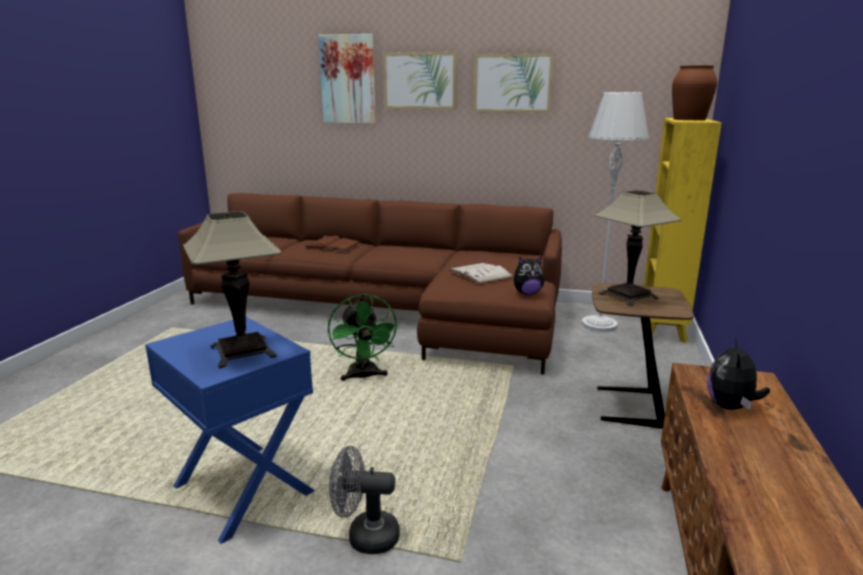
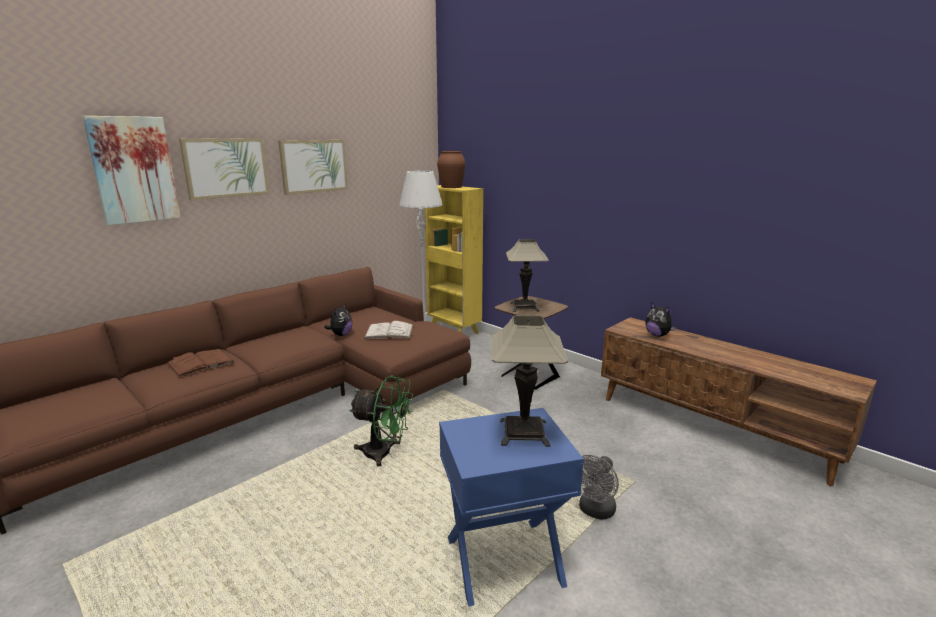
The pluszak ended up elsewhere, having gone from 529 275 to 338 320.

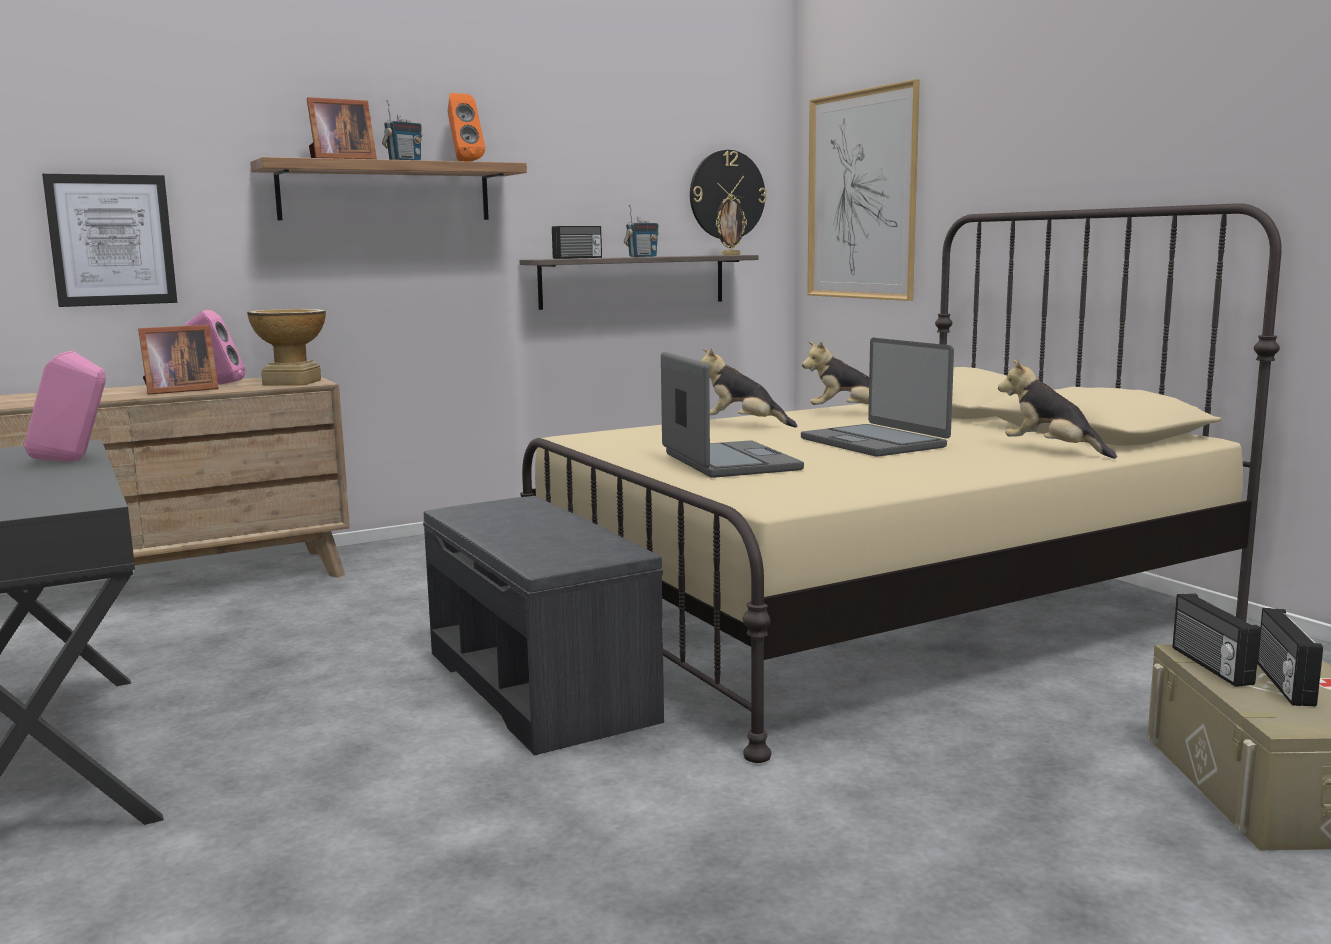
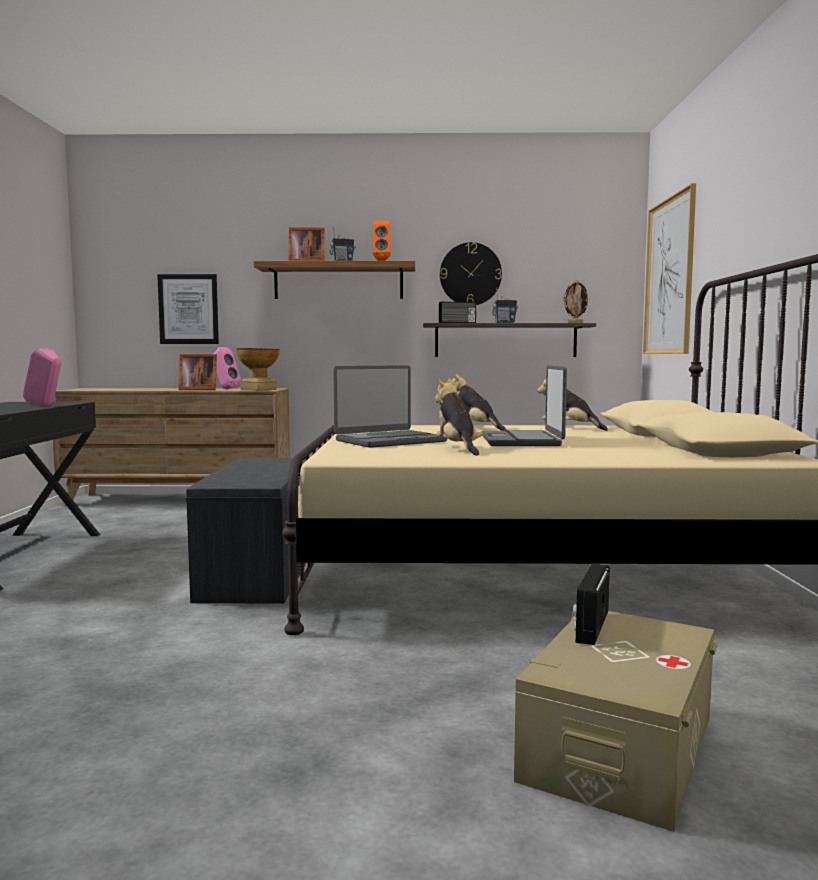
The zegar ścienny ended up elsewhere, having gone from 728 194 to 471 273. The laptop at 732 415 ended up facing another way, 45 degrees clockwise from before. The pluszak ended up elsewhere, having gone from 1057 409 to 459 416. The second view lost the radio at 1290 657.

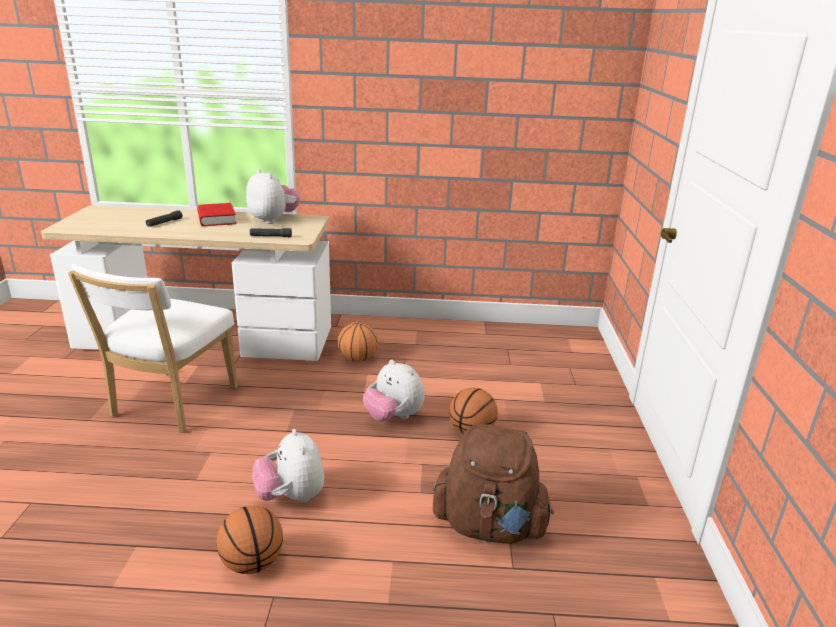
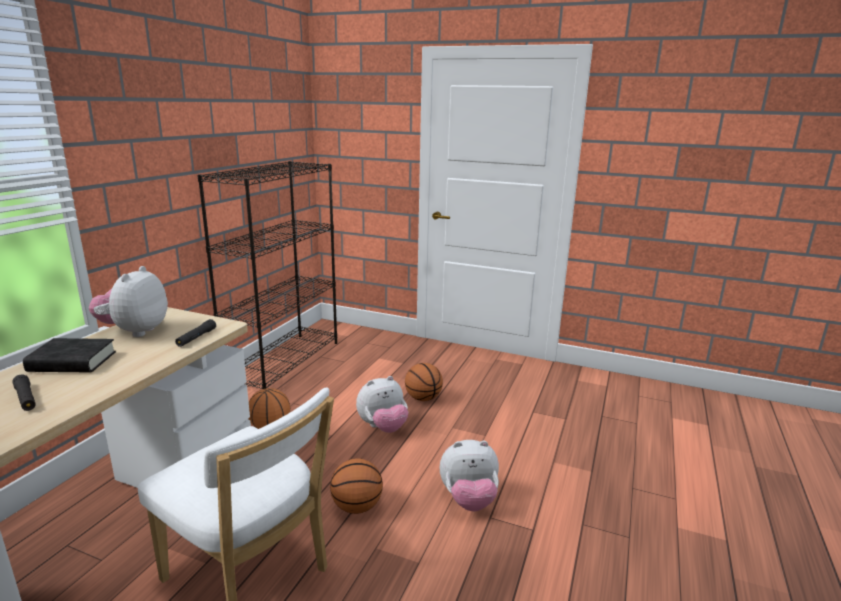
The pluszak at 273 196 ended up facing another way, 60 degrees counterclockwise from before. What was the książka [czerwony] at 217 214 turned into the książka [czarny] at 69 355. The second view lost the plecak [brązowy] at 493 484. The piłka do koszykówki ended up elsewhere, having gone from 249 540 to 356 486. The second view gained the regał [czarny] at 267 275.

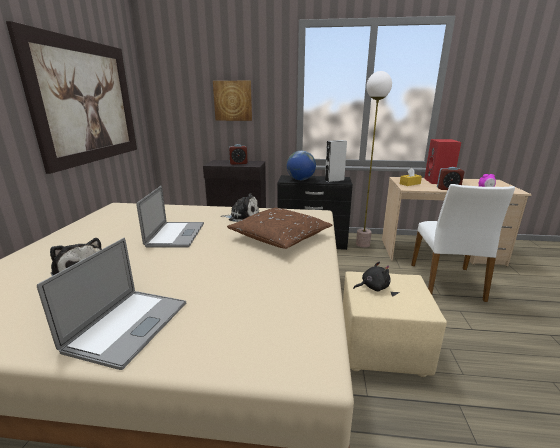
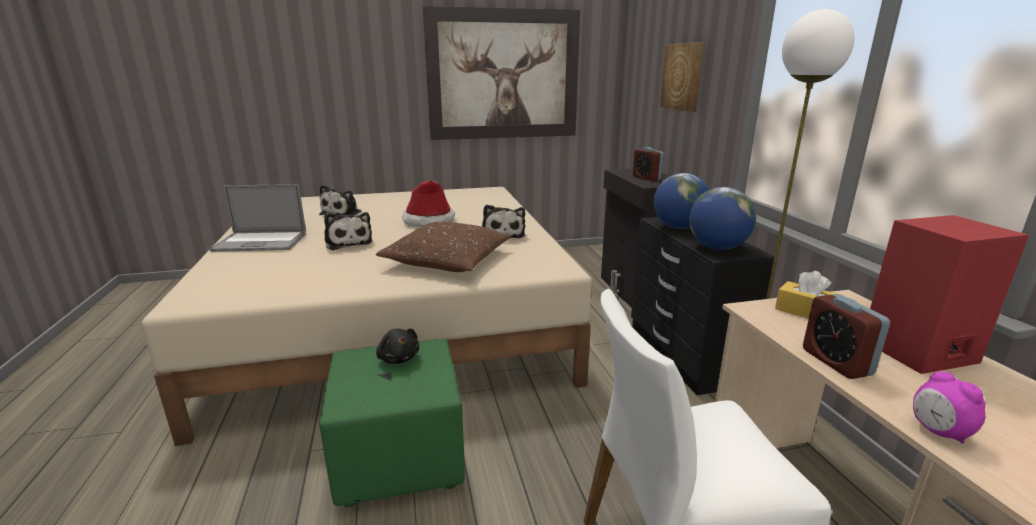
Where the głośnik [szary] stood at 336 161, the globus came to stand at 722 218. Where the laptop stood at 170 217, the kapelusz came to stand at 428 203. What was the pufa [beżowy] at 395 324 turned into the pufa [zielony] at 392 423. The second view gained the pluszak at 348 231.

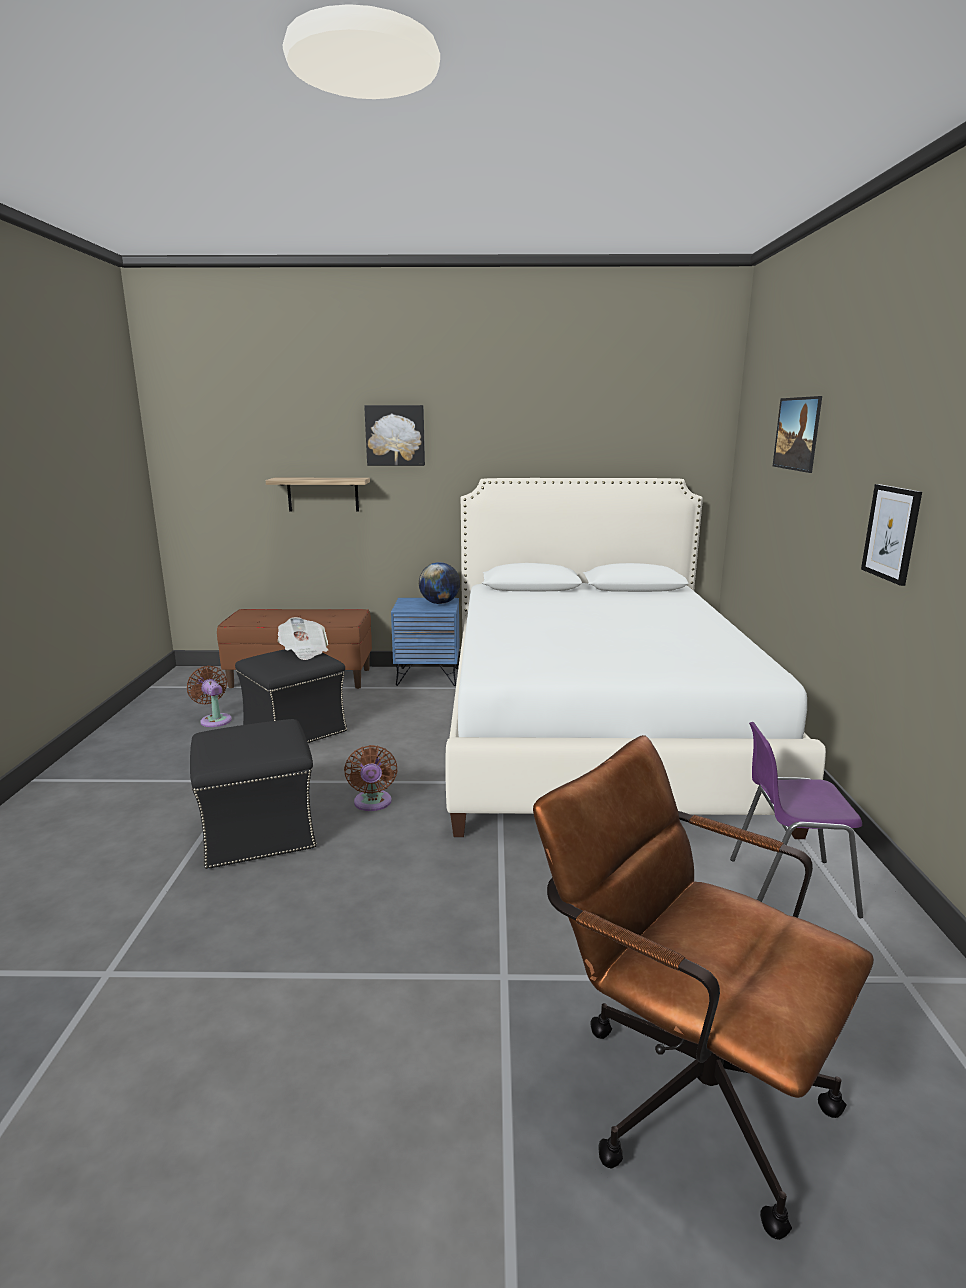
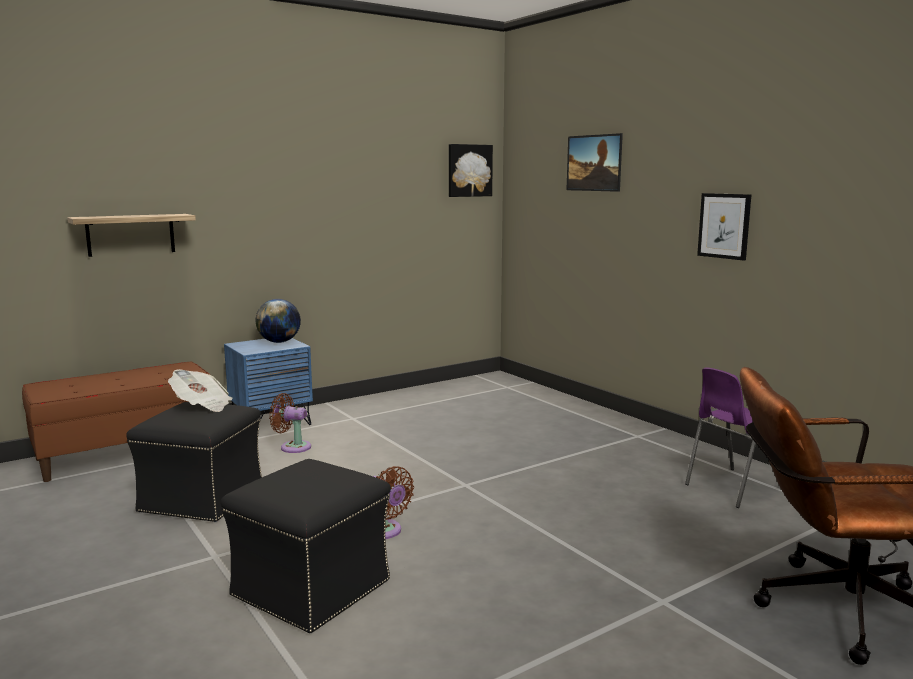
The obraz ended up elsewhere, having gone from 394 435 to 471 170. The second view lost the łóżko [biały] at 635 658. The wentylator [brązowy] ended up elsewhere, having gone from 209 696 to 290 423.

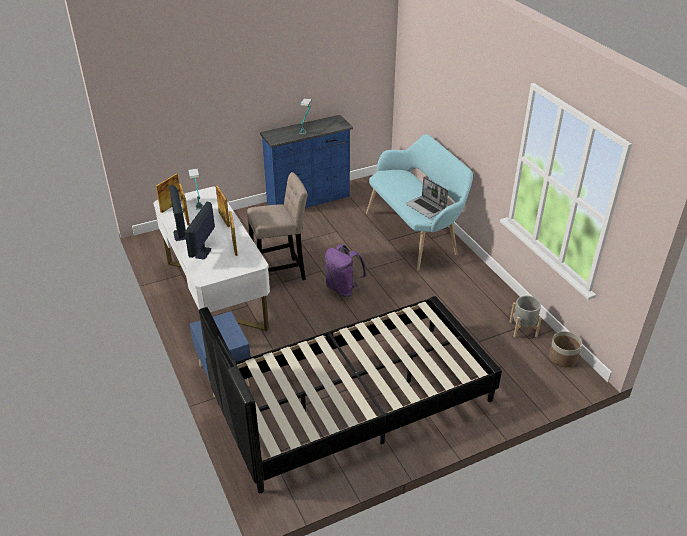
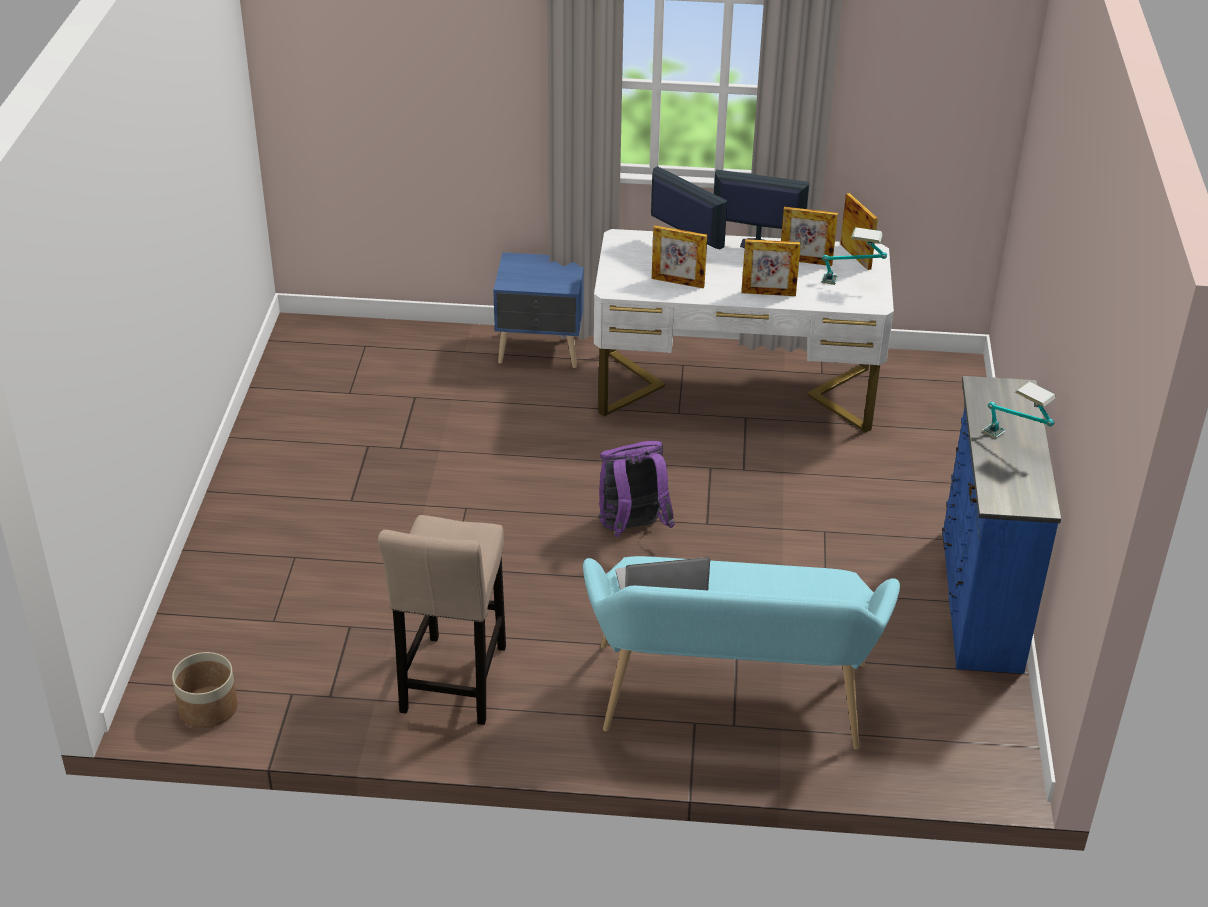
The stołek [beżowy] ended up elsewhere, having gone from 277 226 to 442 620. The second view lost the łóżko [czarny] at 350 394. The second view lost the donica [szary] at 526 316.

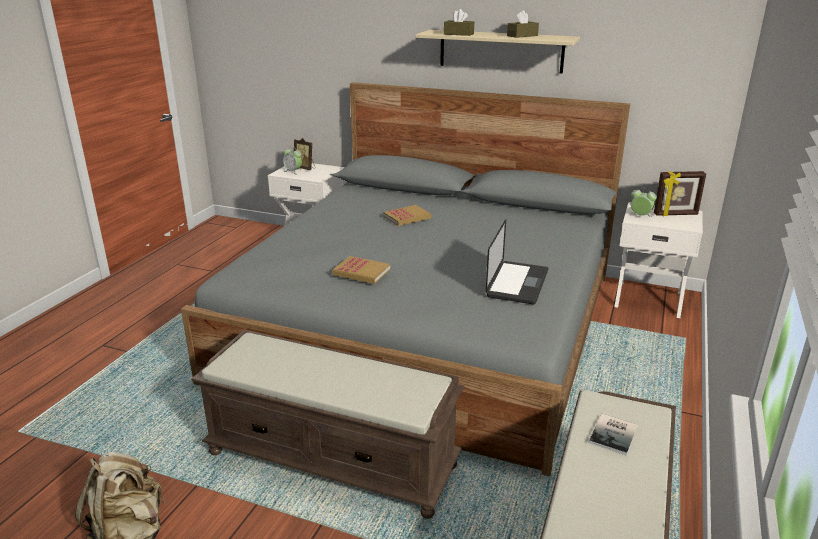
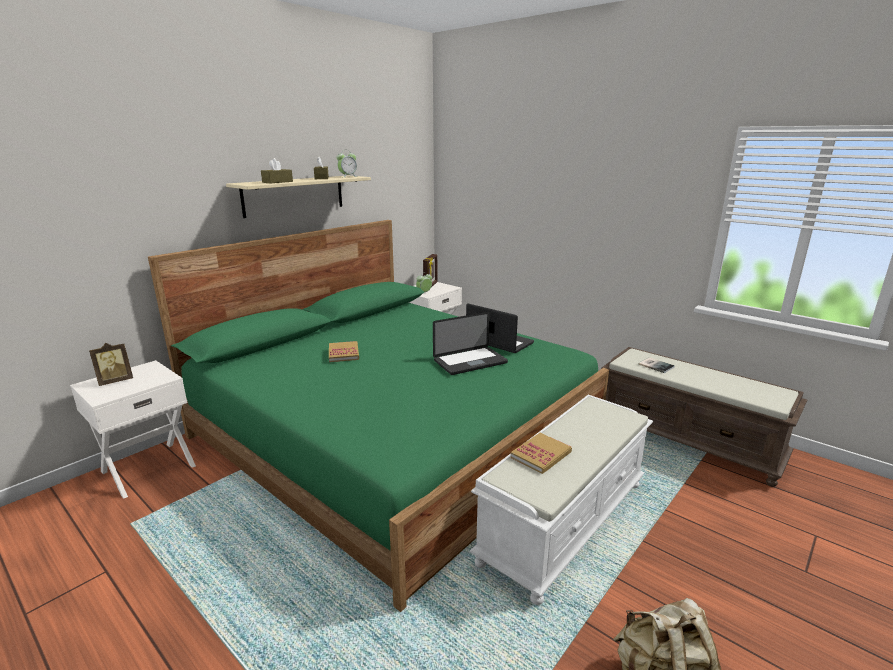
What was the łóżko [szary] at 405 279 turned into the łóżko [zielony] at 378 416. The budzik ended up elsewhere, having gone from 292 160 to 347 163. The książka ended up elsewhere, having gone from 361 270 to 541 453. What was the ławka [brązowy] at 328 424 turned into the ławka [biały] at 561 500. The second view gained the laptop at 470 343.

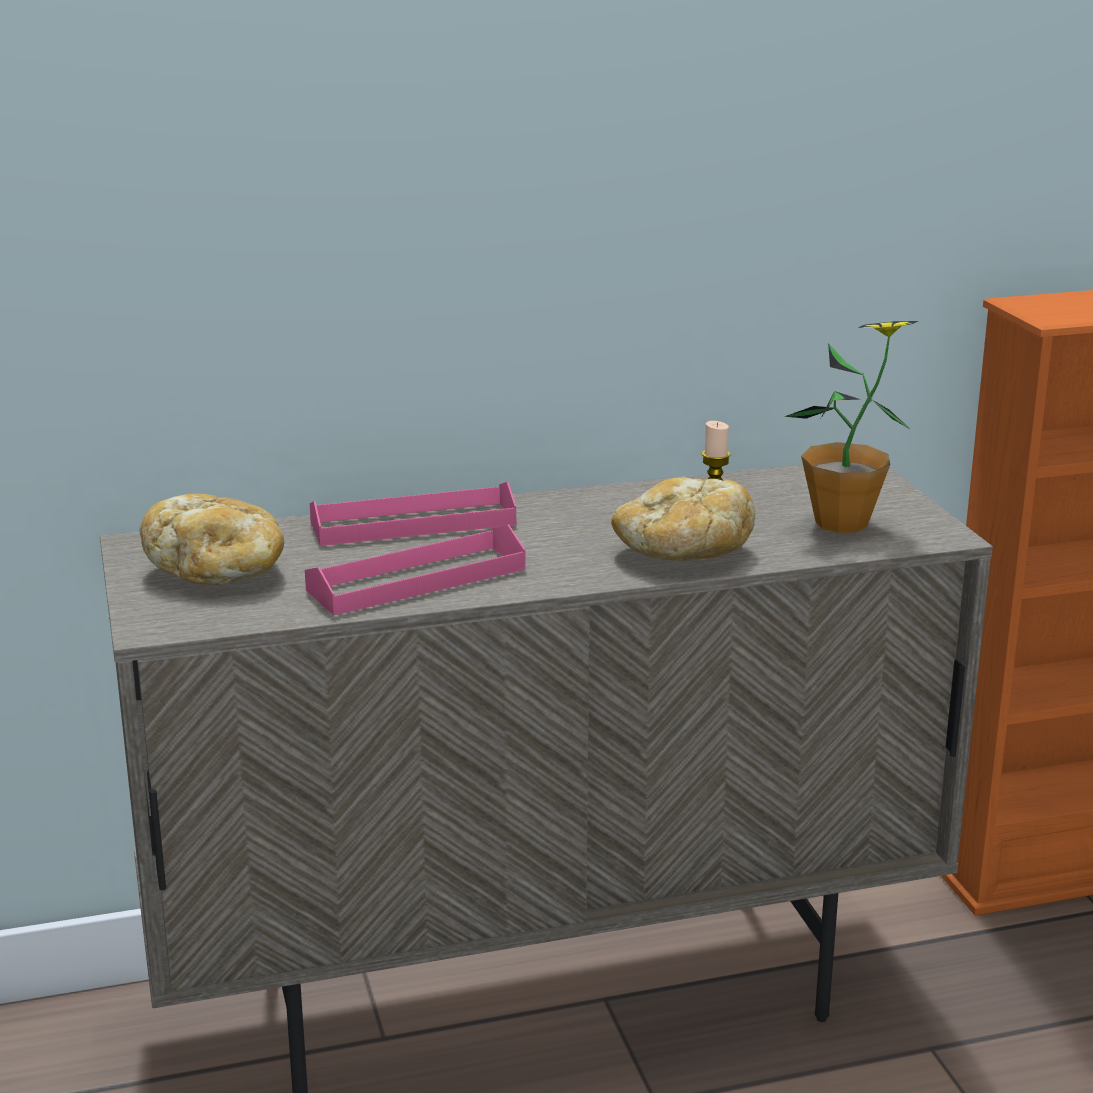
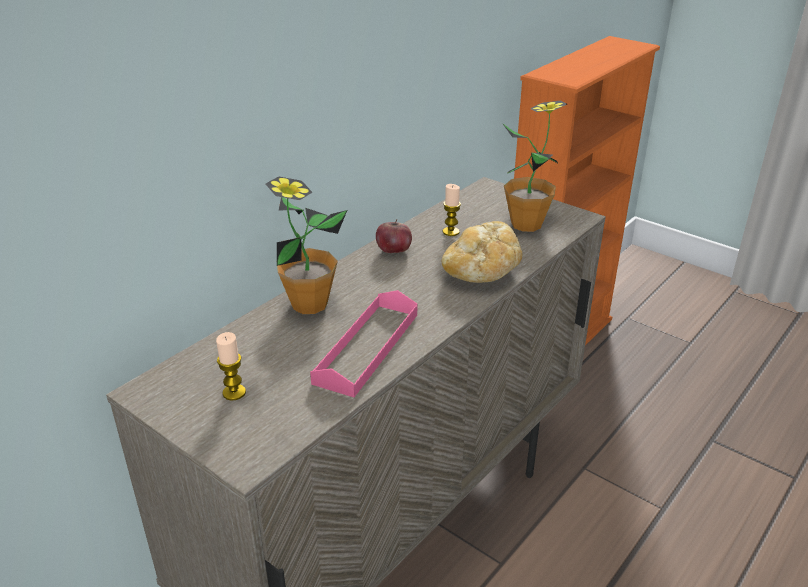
Where the taca [różowy] stood at 413 514, the roślina doniczkowa came to stand at 306 245. Where the chleb stood at 212 540, the świeca came to stand at 231 366. The second view gained the jabłko at 394 236.

